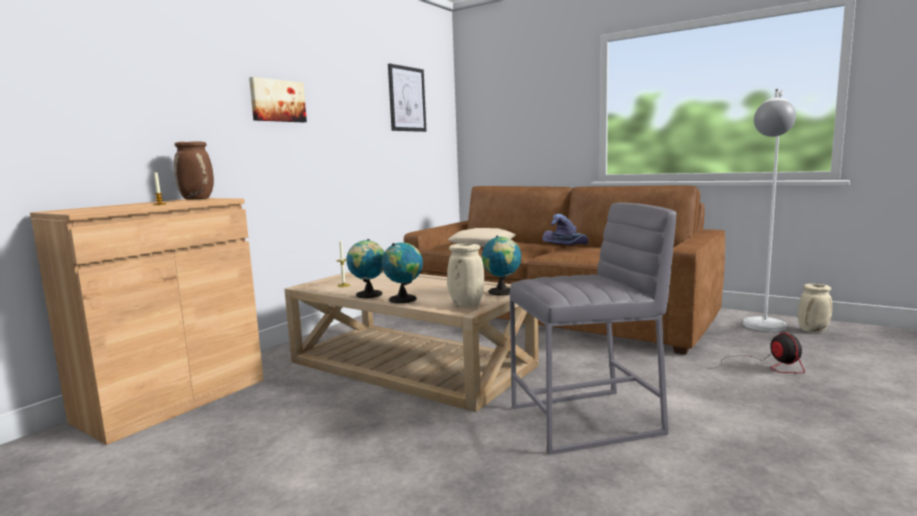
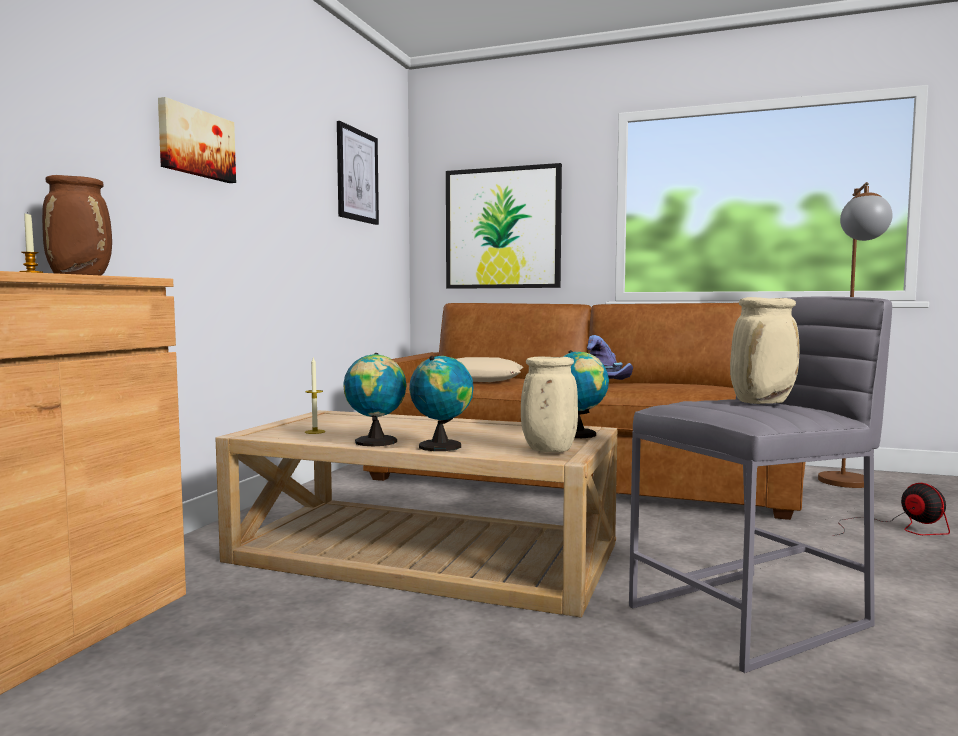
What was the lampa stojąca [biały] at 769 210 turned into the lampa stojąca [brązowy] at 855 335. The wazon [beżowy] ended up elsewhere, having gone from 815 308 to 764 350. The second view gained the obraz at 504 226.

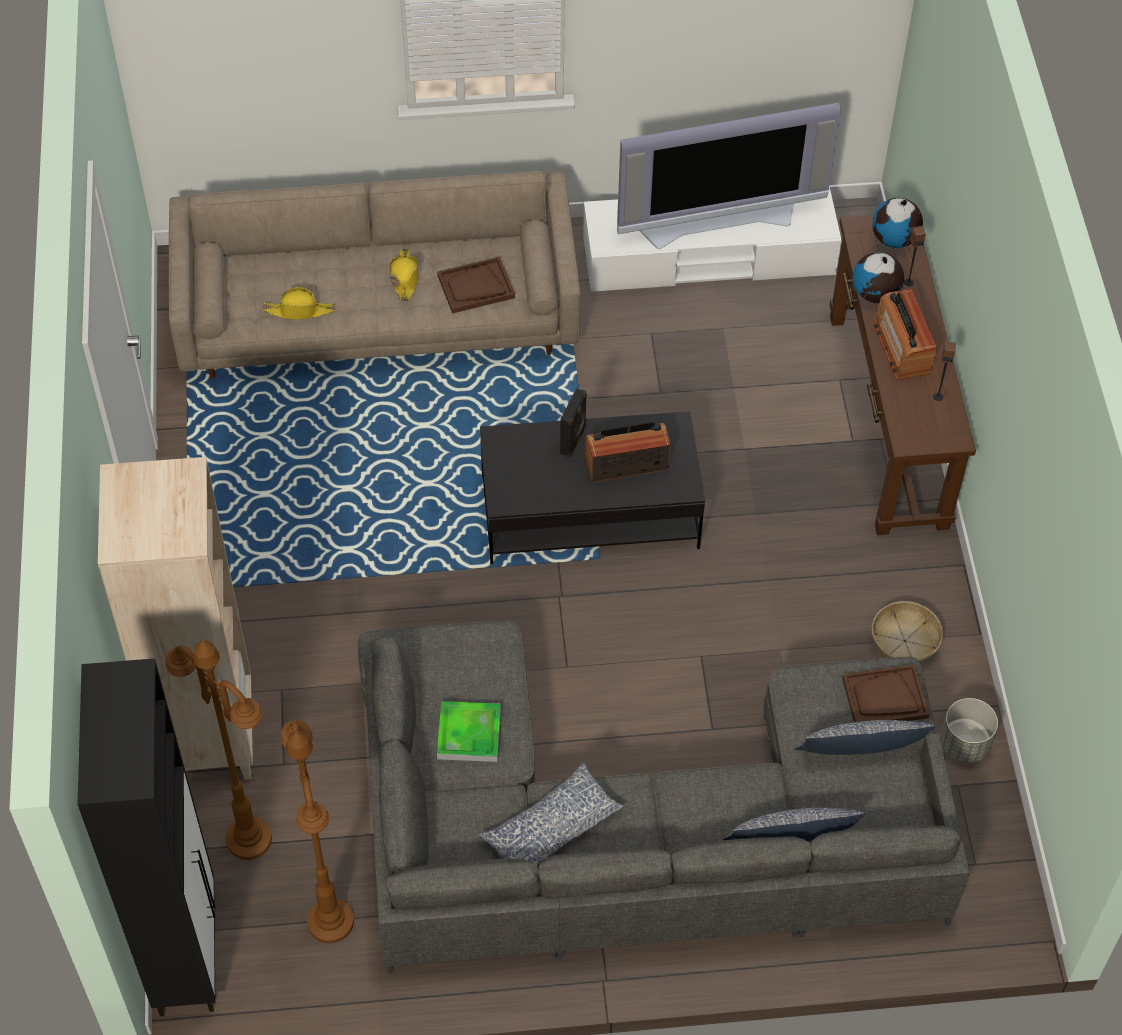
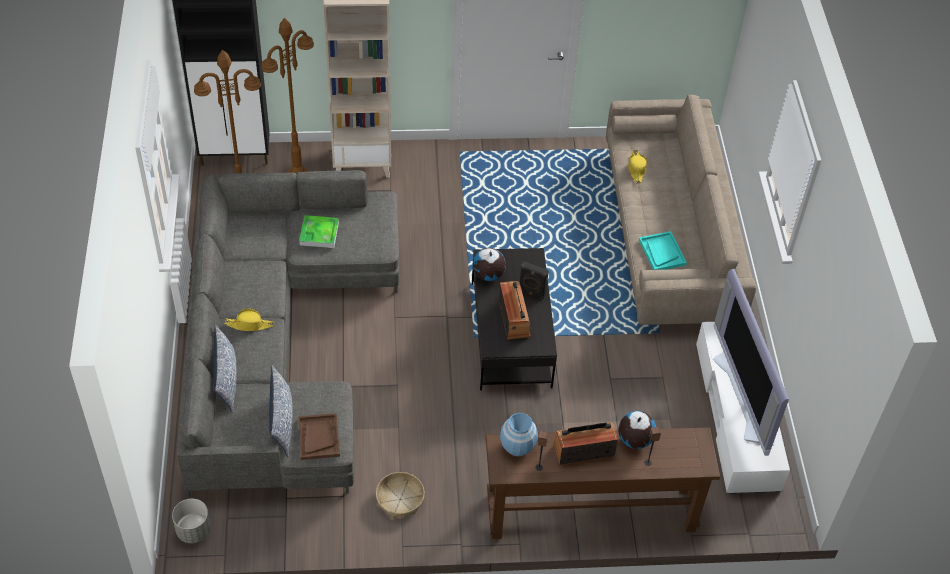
The globus ended up elsewhere, having gone from 897 223 to 489 264. The kapelusz [żółty] ended up elsewhere, having gone from 403 275 to 249 320. What was the taca [brązowy] at 476 285 turned into the taca [turkusowy] at 663 250. The donica [szary] ended up elsewhere, having gone from 969 730 to 191 521. The second view lost the poduszka at 551 814. The second view gained the wazon [niebieski] at 519 434.

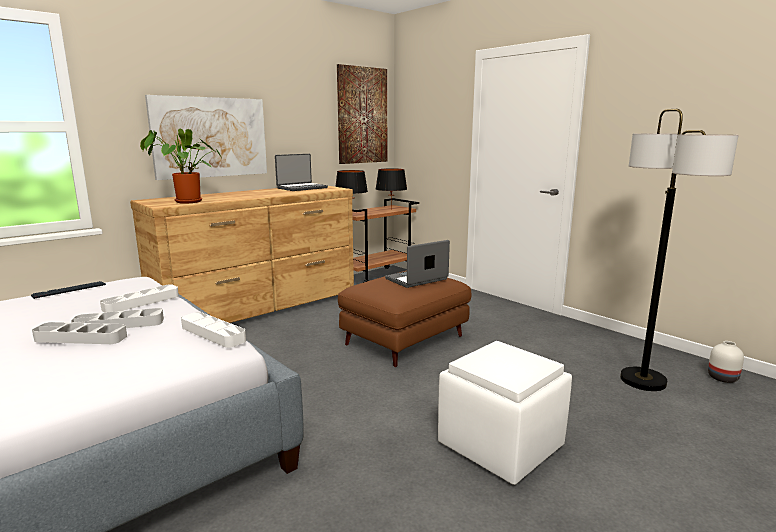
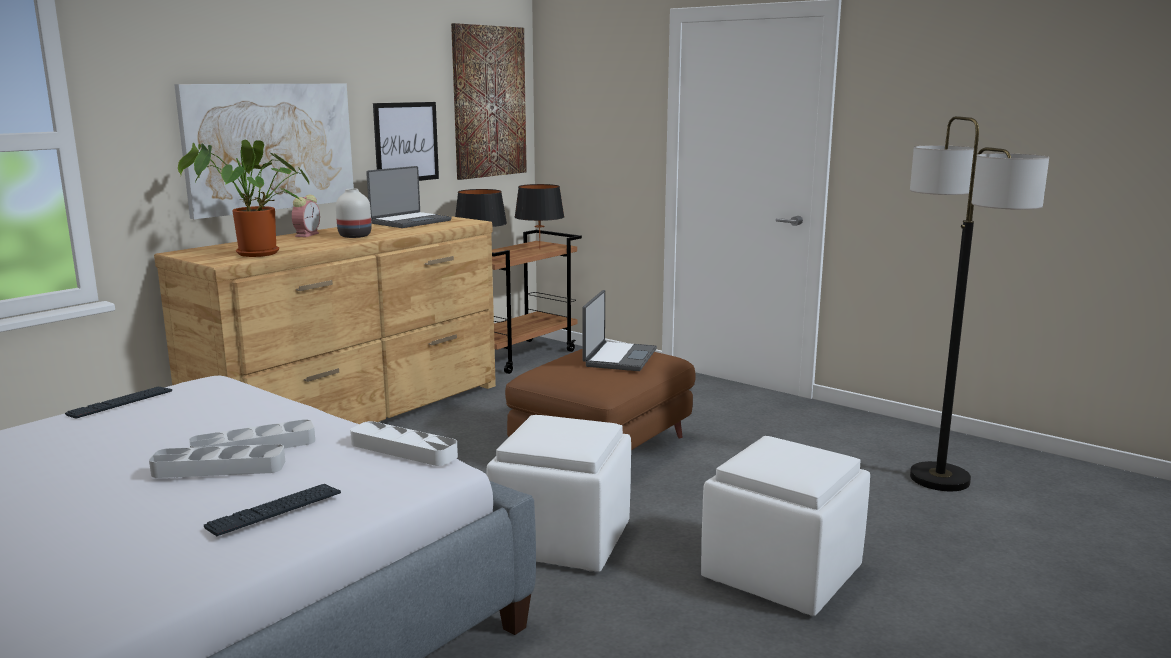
The laptop at 417 264 ended up facing another way, 150 degrees clockwise from before. The second view lost the taca [biały] at 139 298. The wazon [biały] ended up elsewhere, having gone from 726 362 to 353 213. The second view gained the obraz at 406 141. The second view gained the budzik at 306 216. The second view gained the pufa [biały] at 559 493. The second view gained the klawiatura at 272 510.

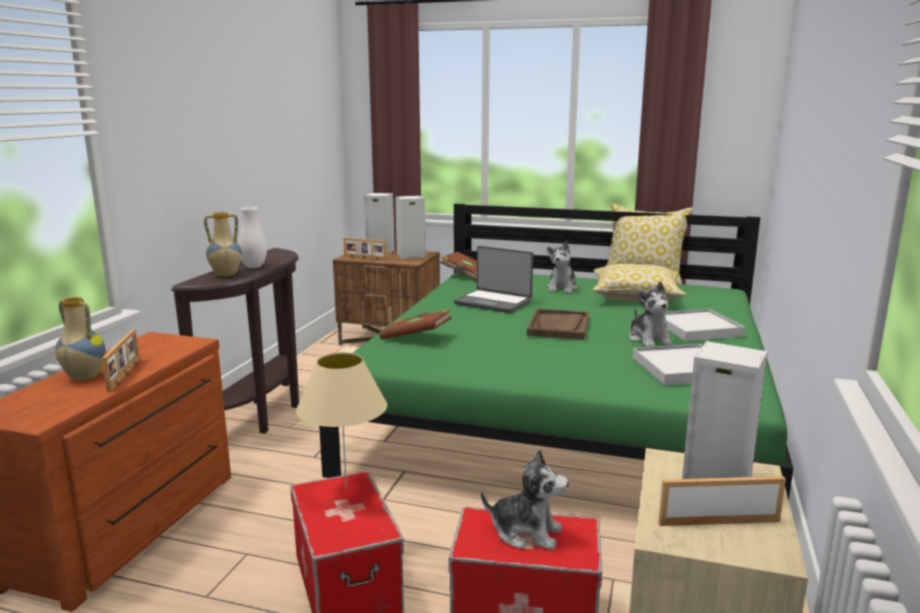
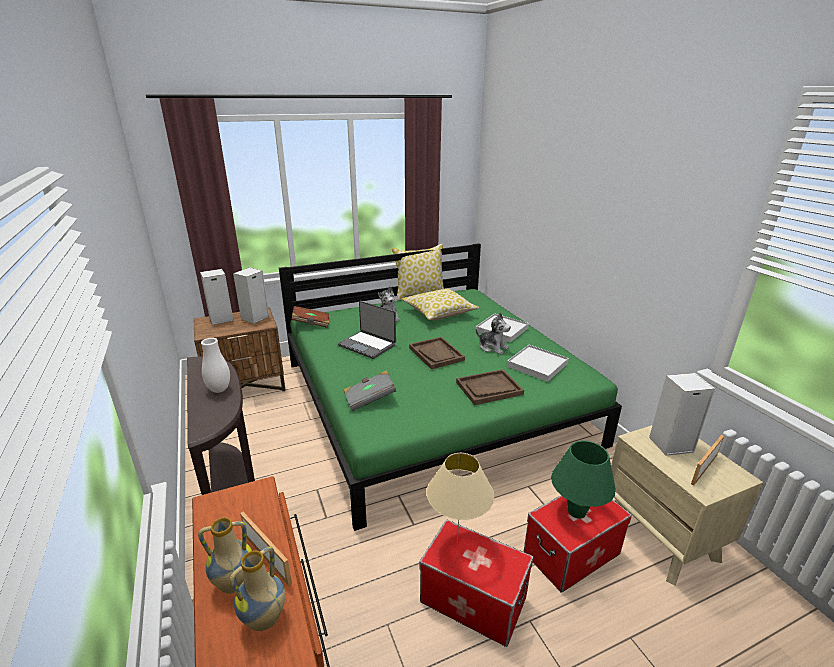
The wazon ended up elsewhere, having gone from 223 244 to 257 588. The second view lost the ramka na zdjęcie at 365 249. The laptop at 493 279 ended up facing another way, 45 degrees clockwise from before. What was the książka [brązowy] at 415 324 turned into the książka [szary] at 370 390. Where the pluszak stood at 525 499, the lampa stołowa [zielony] came to stand at 583 479. The second view gained the taca [brązowy] at 490 387.

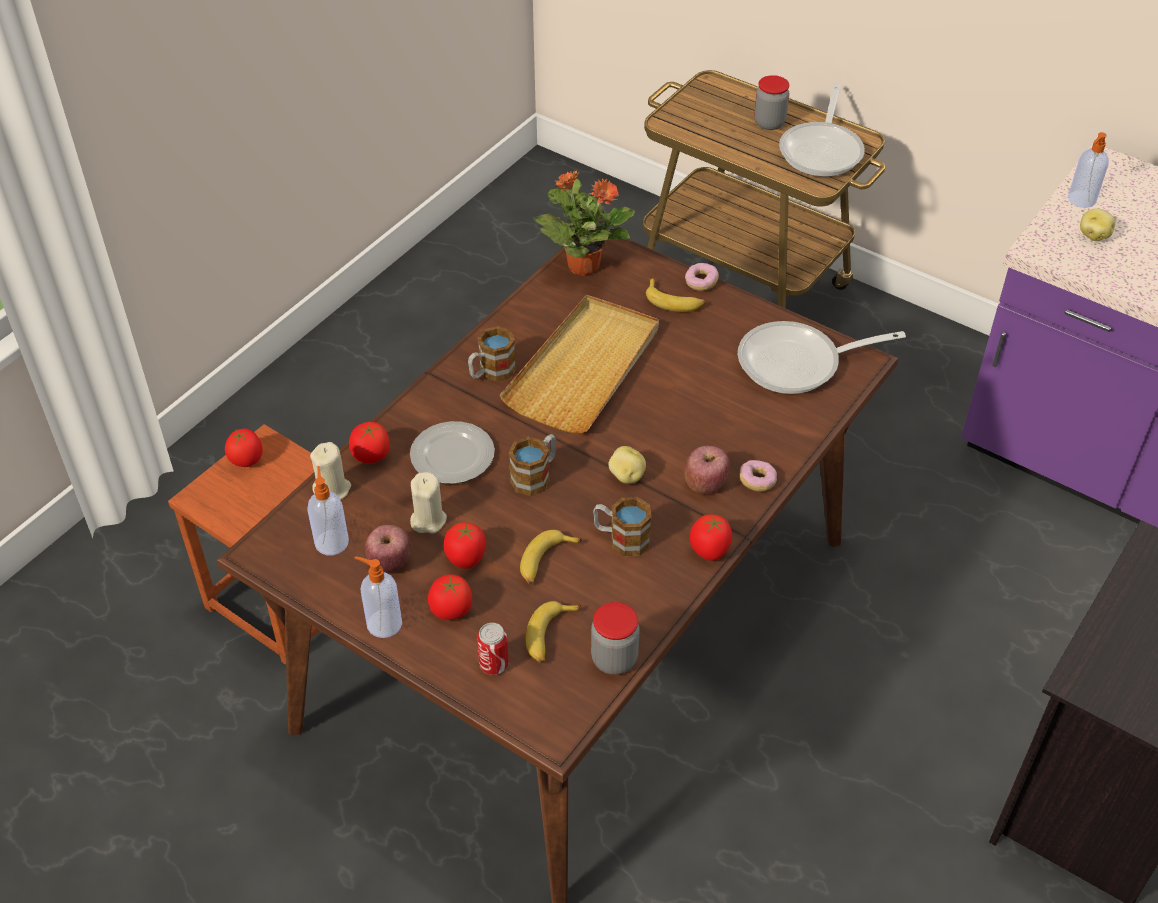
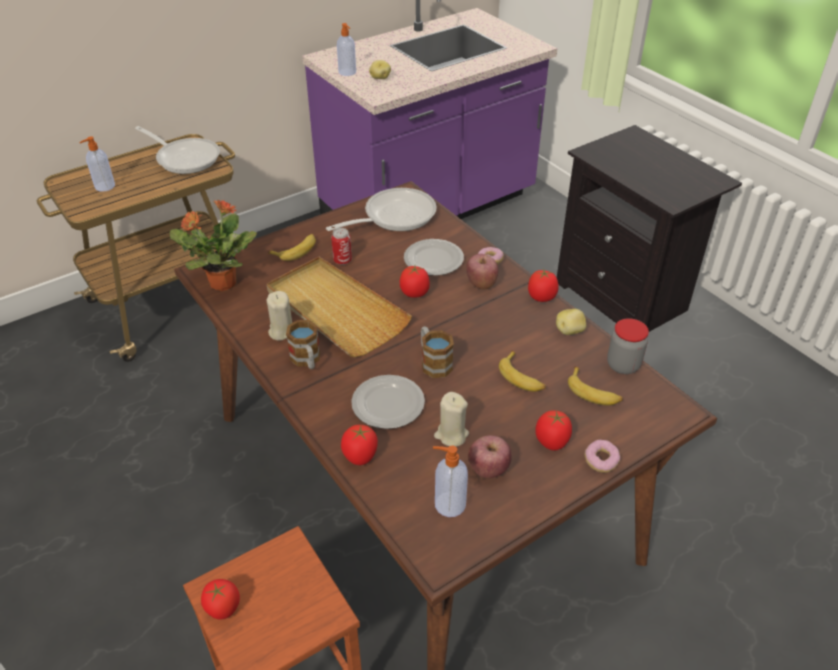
The second view lost the słoik at 771 102. The donut ended up elsewhere, having gone from 702 277 to 602 456. The patelnia at 822 357 ended up facing another way, 135 degrees counterclockwise from before. The świeca [beżowy] ended up elsewhere, having gone from 330 471 to 279 316. The ziemniak ended up elsewhere, having gone from 627 465 to 571 322. The second view lost the kubek at 622 527. The pomidor ended up elsewhere, having gone from 465 545 to 415 282. The dozownik mydła ended up elsewhere, having gone from 378 597 to 97 164. The puszka ended up elsewhere, having gone from 493 649 to 341 246. The second view gained the talerz at 434 257.

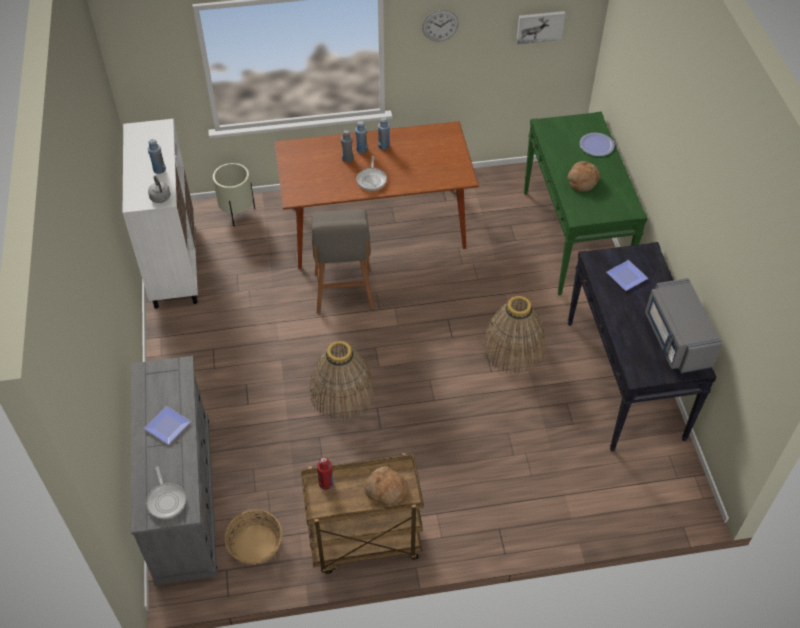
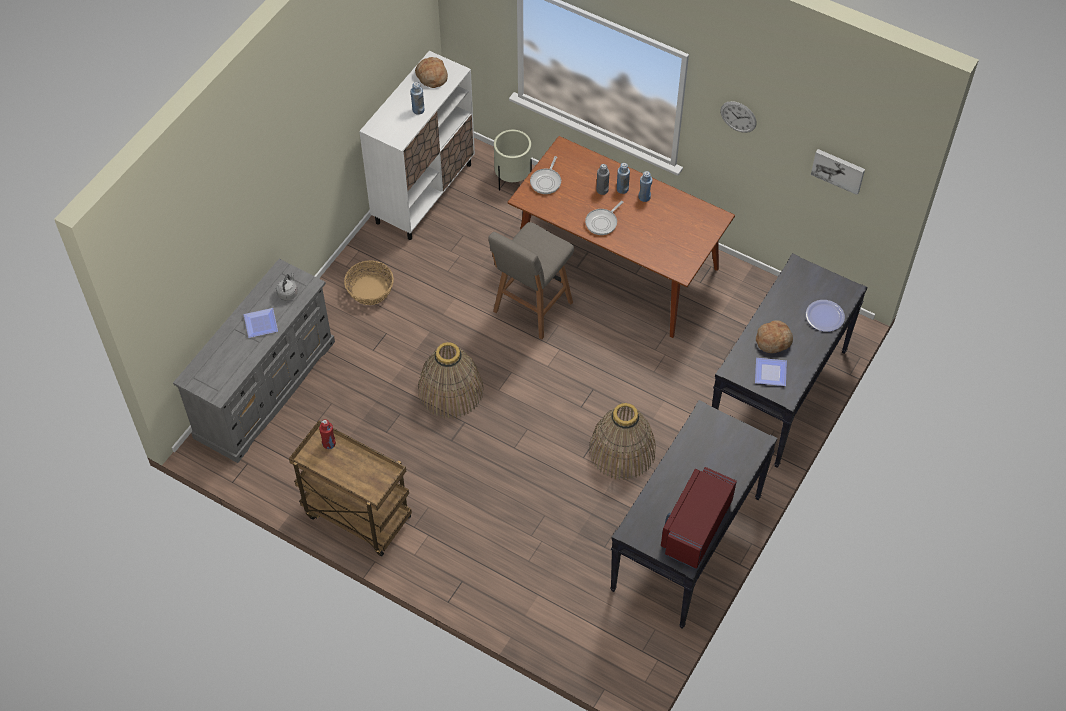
What was the stolik konsolowy [zielony] at 586 204 turned into the stolik konsolowy [czarny] at 789 360. The czajnik [szary] ended up elsewhere, having gone from 159 189 to 287 287. The talerz ended up elsewhere, having gone from 627 275 to 771 372. What was the mikrofalówka [szary] at 683 326 turned into the mikrofalówka [czerwony] at 699 518. The patelnia ended up elsewhere, having gone from 166 492 to 545 175. The chleb ended up elsewhere, having gone from 386 485 to 431 72. The koszyk ended up elsewhere, having gone from 253 537 to 369 282.

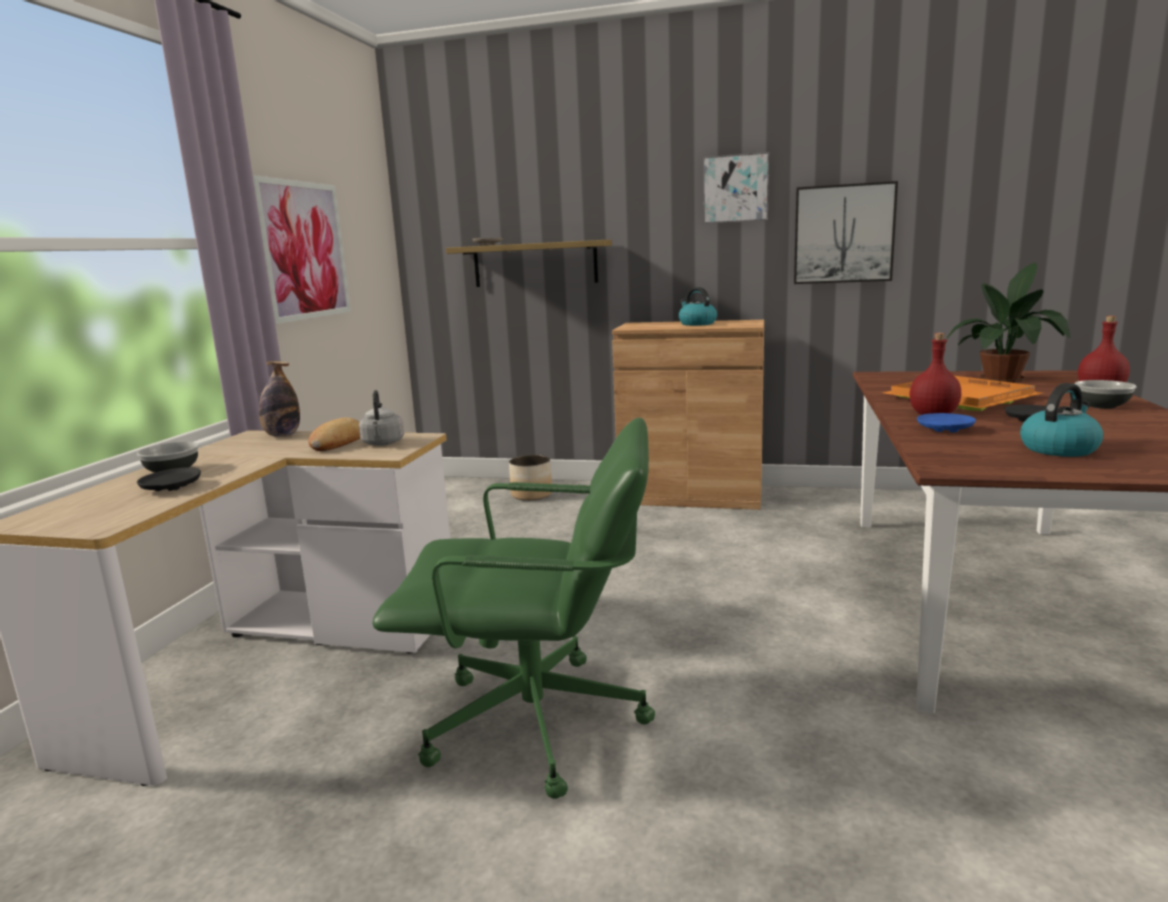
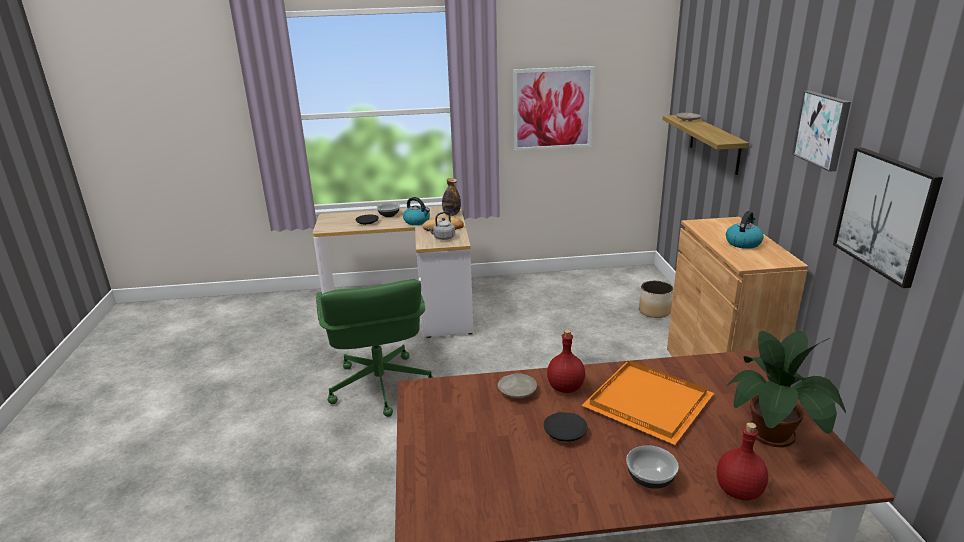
The czajnik ended up elsewhere, having gone from 1061 420 to 416 211. What was the talerz [niebieski] at 946 423 turned into the talerz [beżowy] at 517 385.

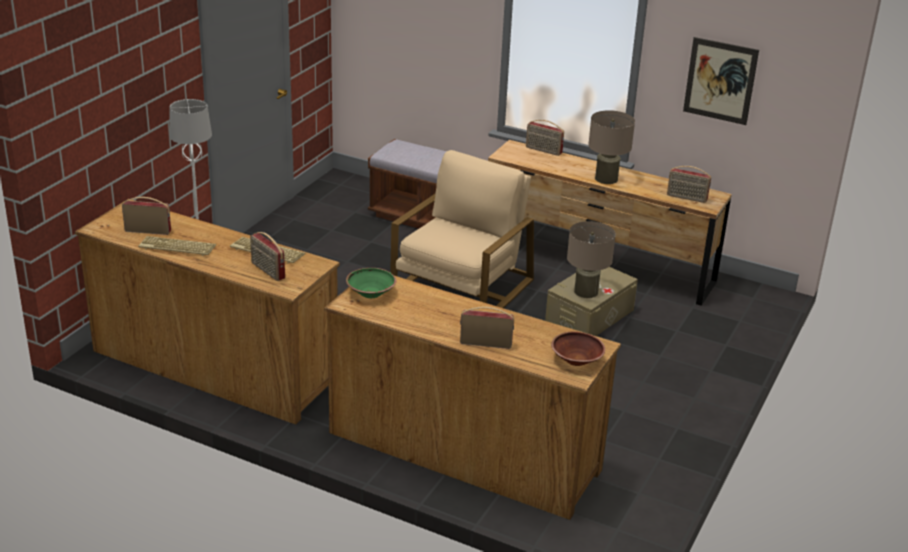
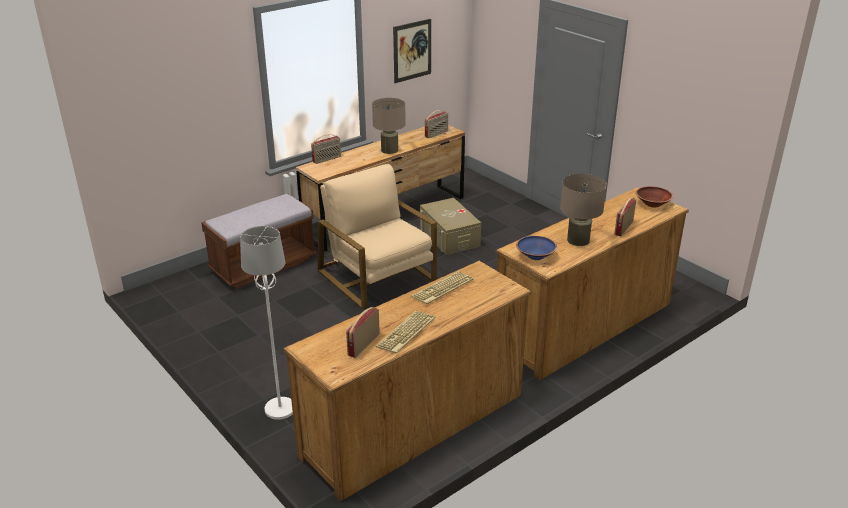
The lampa stołowa [beżowy] ended up elsewhere, having gone from 591 259 to 583 210. The second view lost the radio at 267 256. What was the miska [zielony] at 371 283 turned into the miska [niebieski] at 536 248.

